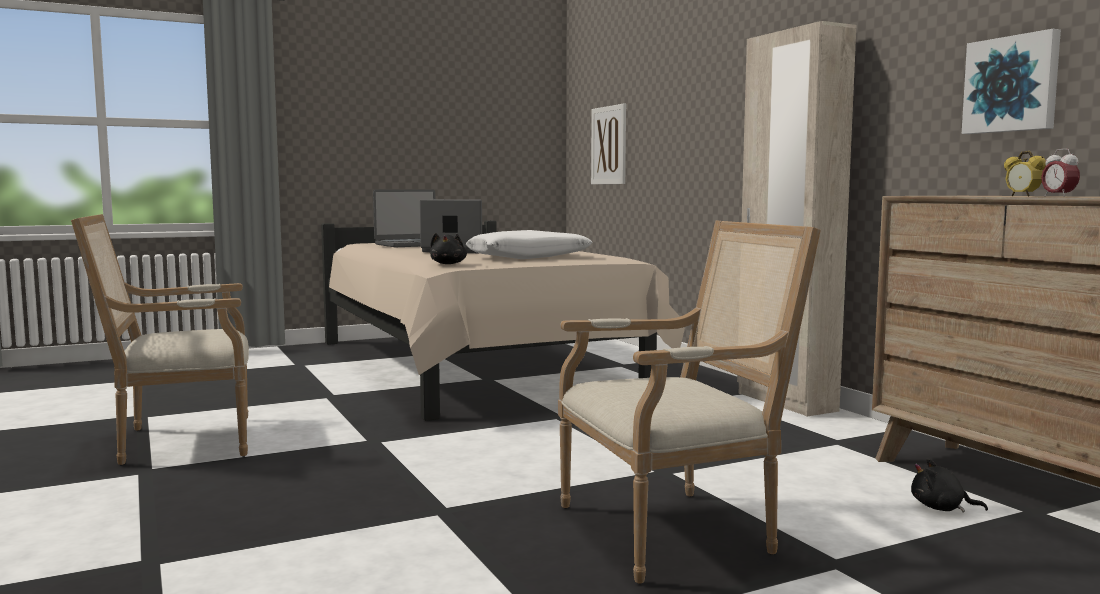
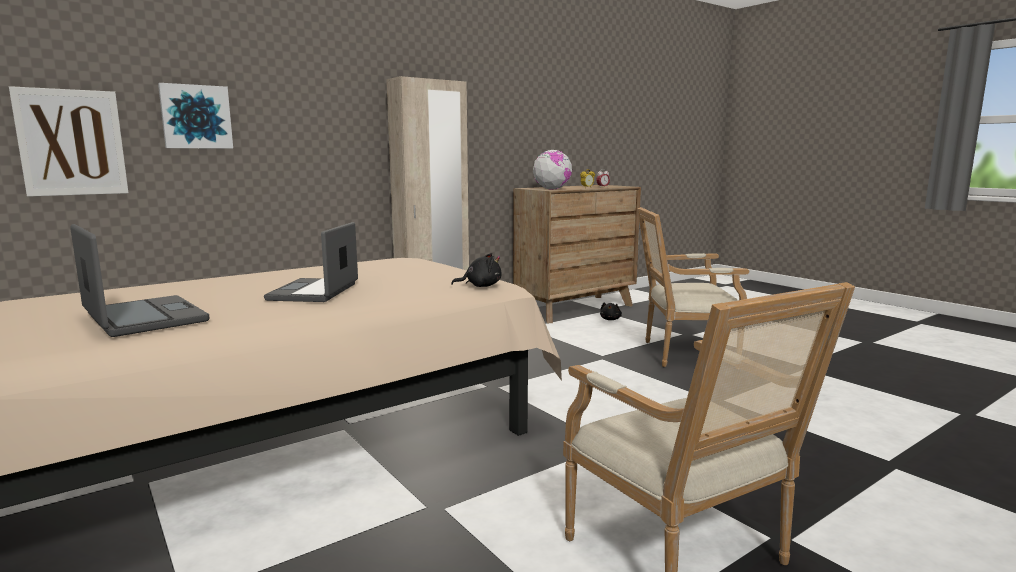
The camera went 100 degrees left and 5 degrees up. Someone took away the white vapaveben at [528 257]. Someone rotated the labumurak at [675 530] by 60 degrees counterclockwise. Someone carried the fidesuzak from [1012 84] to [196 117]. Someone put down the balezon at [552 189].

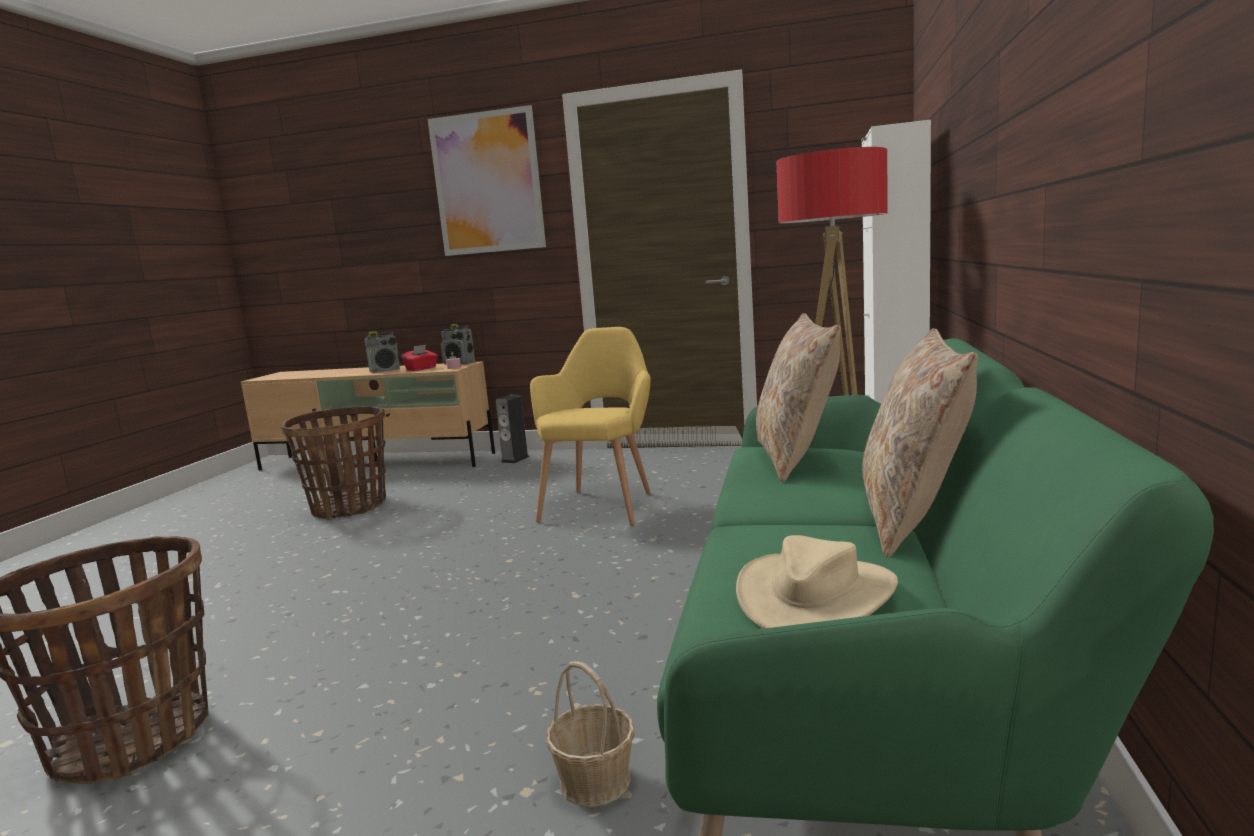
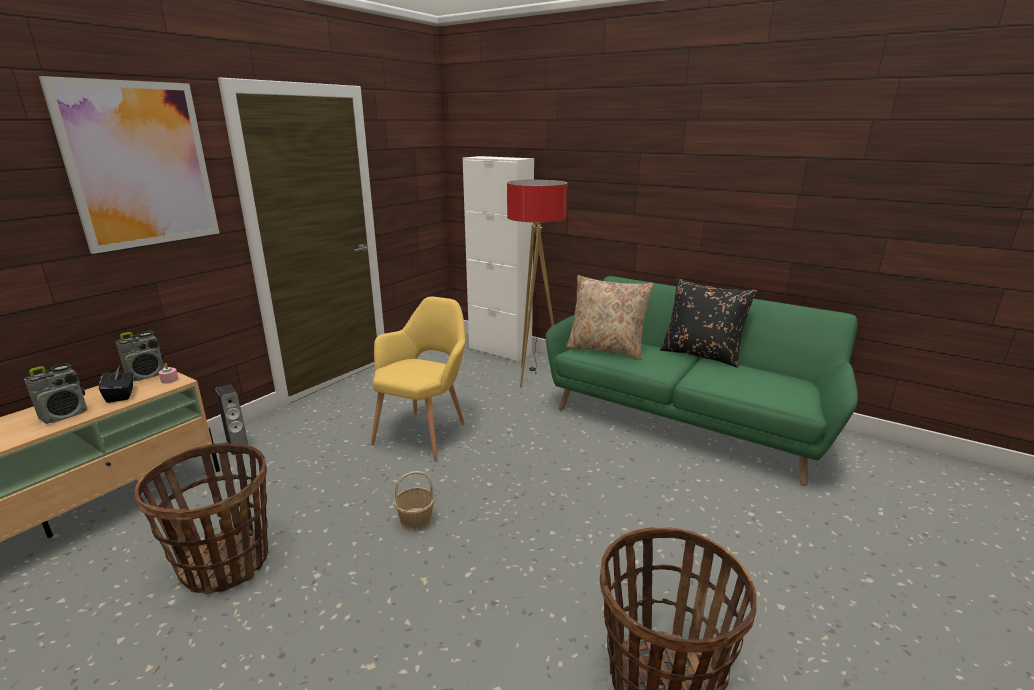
The camera went 70 degrees left and 10 degrees up. Someone rotated the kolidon at [385 371] by 45 degrees clockwise. Someone repainted the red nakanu at [421 369], which became the black nakanu at [121 395]. Someone rotated the yellow labumurak at [603 505] by 75 degrees clockwise. Someone carried the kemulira from [595 780] to [415 520]. Someone took away the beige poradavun at [815 595]. Someone repainted the beige vapaveben at [912 520], which became the black vapaveben at [701 354].

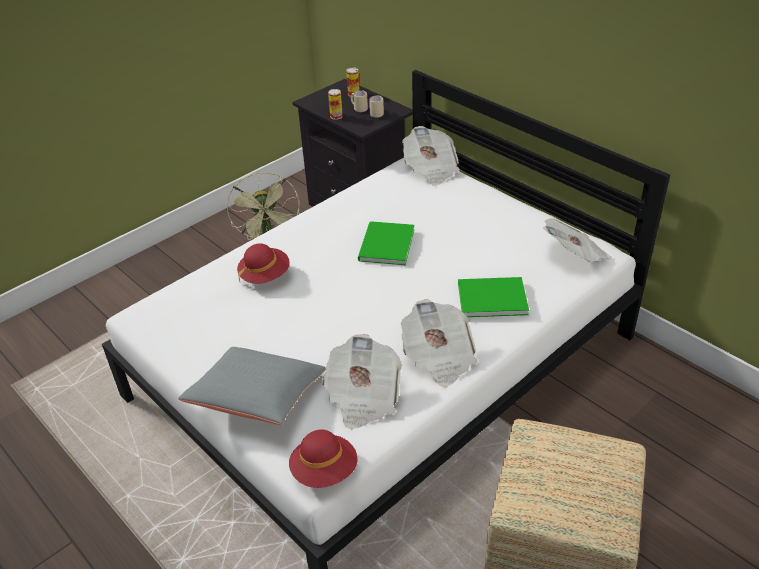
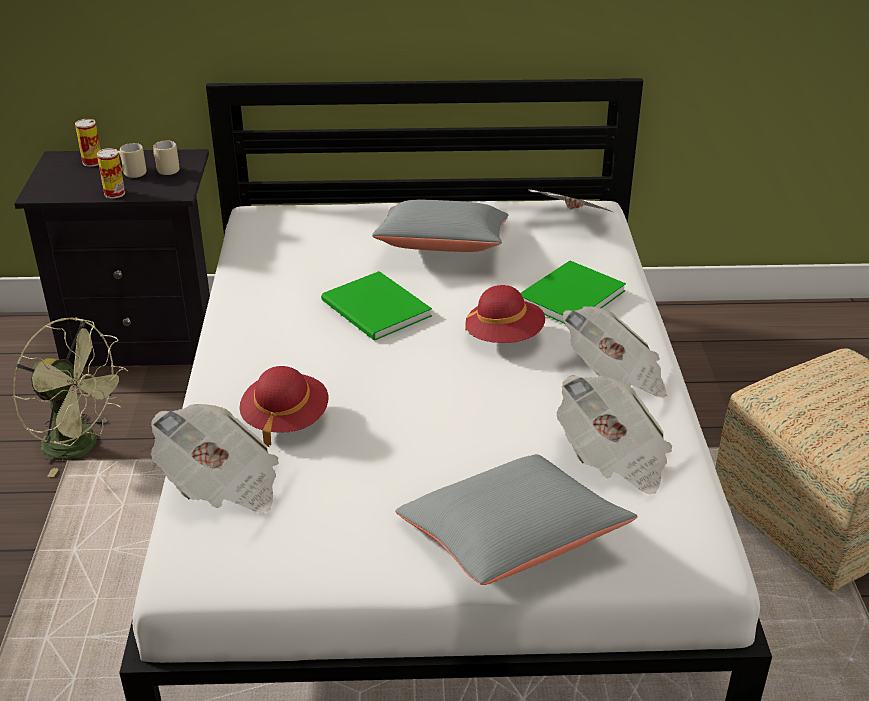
The camera went 50 degrees left and 5 degrees down. Someone carried the red poradavun from [324 471] to [504 337]. Someone carried the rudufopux from [430 169] to [221 485]. Someone put down the grey vapaveben at [443 247].

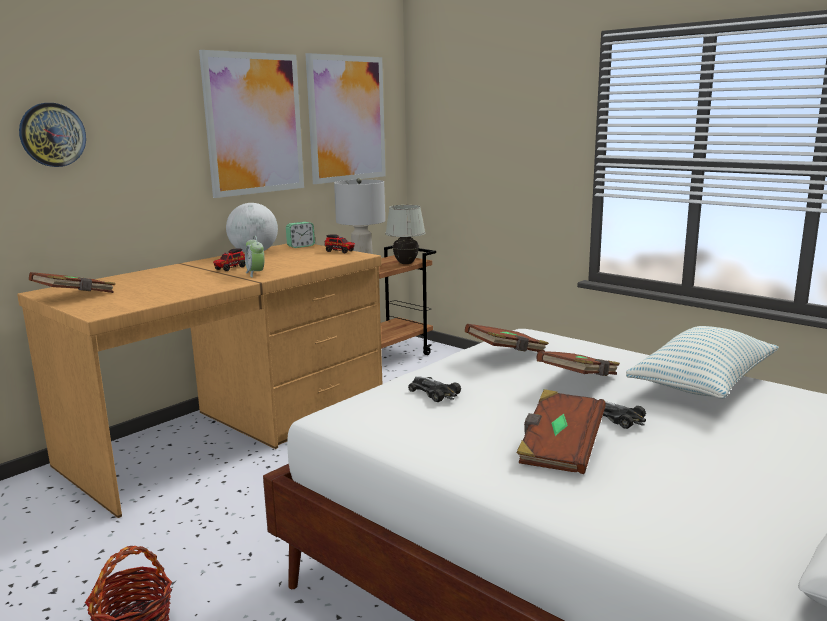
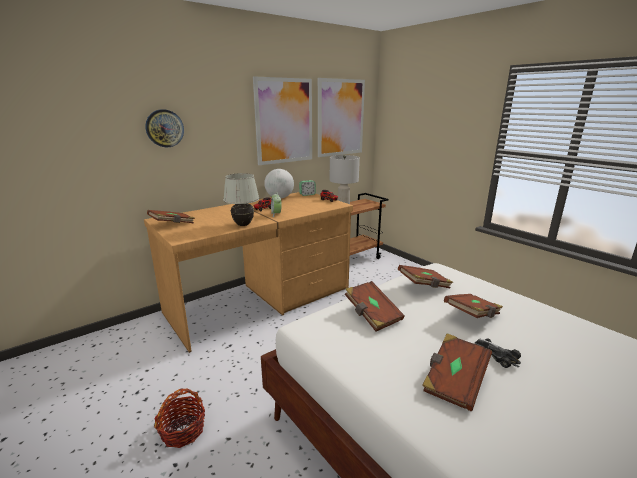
The camera went 10 degrees right and 5 degrees up. Someone carried the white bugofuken from [406 263] to [243 225]. Someone swapped the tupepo at [434 393] for the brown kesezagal at [372 315]. Someone took away the vapaveben at [702 384].

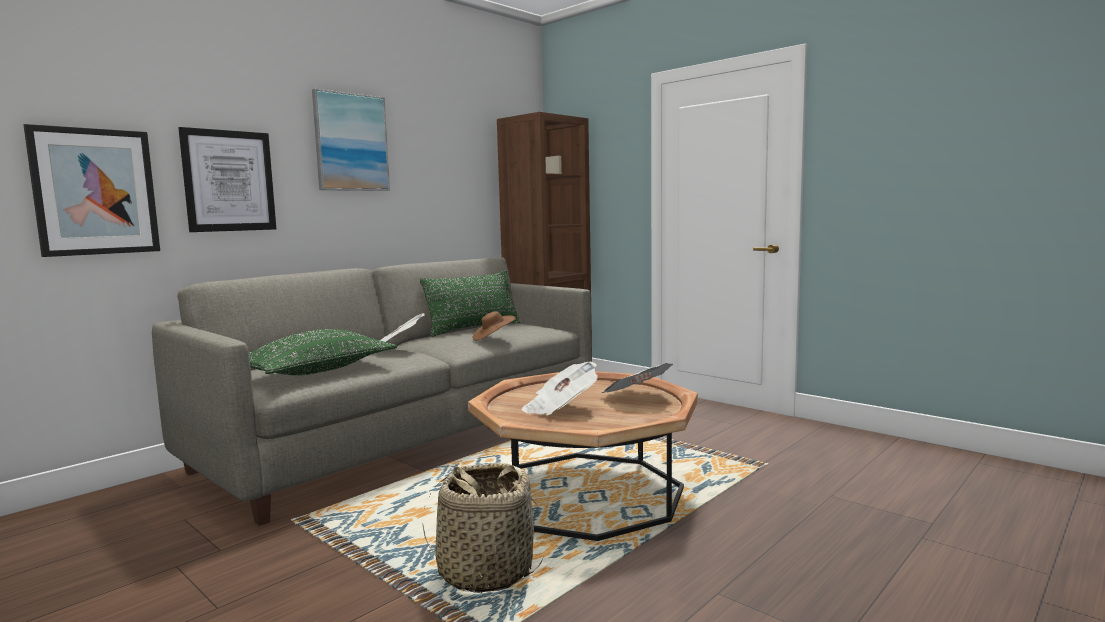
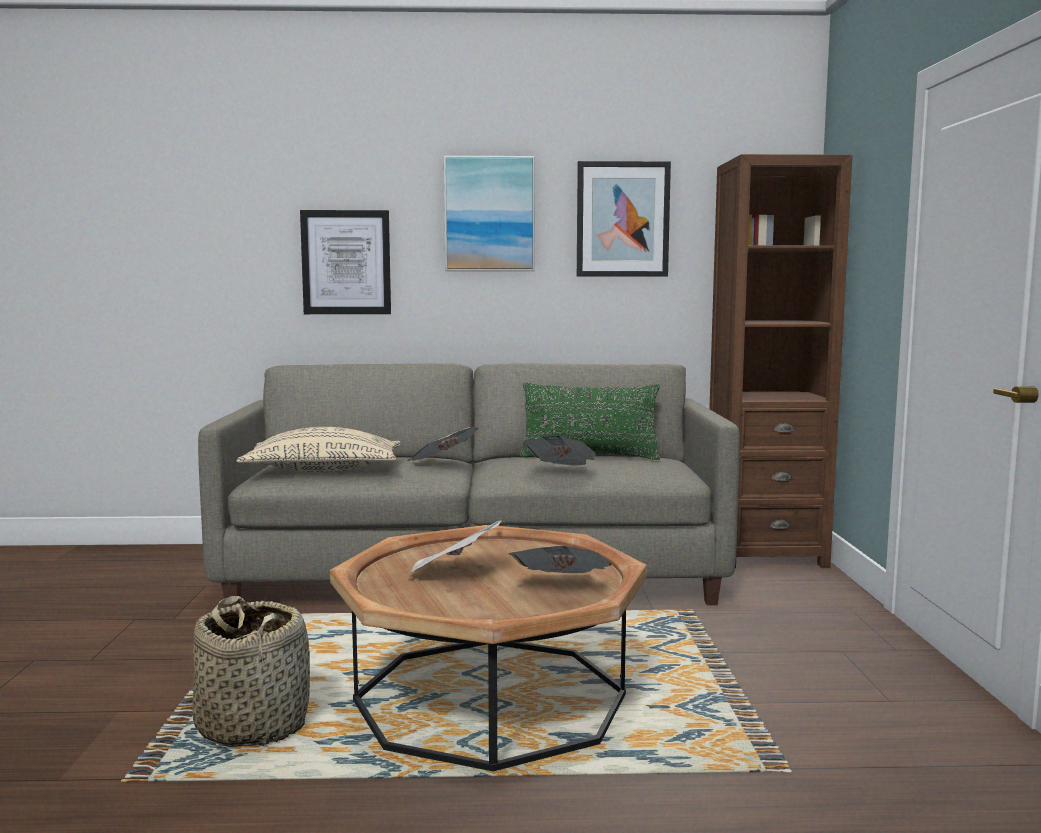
The camera went 45 degrees right and 0 degrees up. Someone carried the fidesuzak from [95 192] to [622 219]. Someone repainted the green vapaveben at [318 371], which became the beige vapaveben at [324 471]. Someone swapped the brown poradavun at [493 338] for the rudufopux at [561 472].

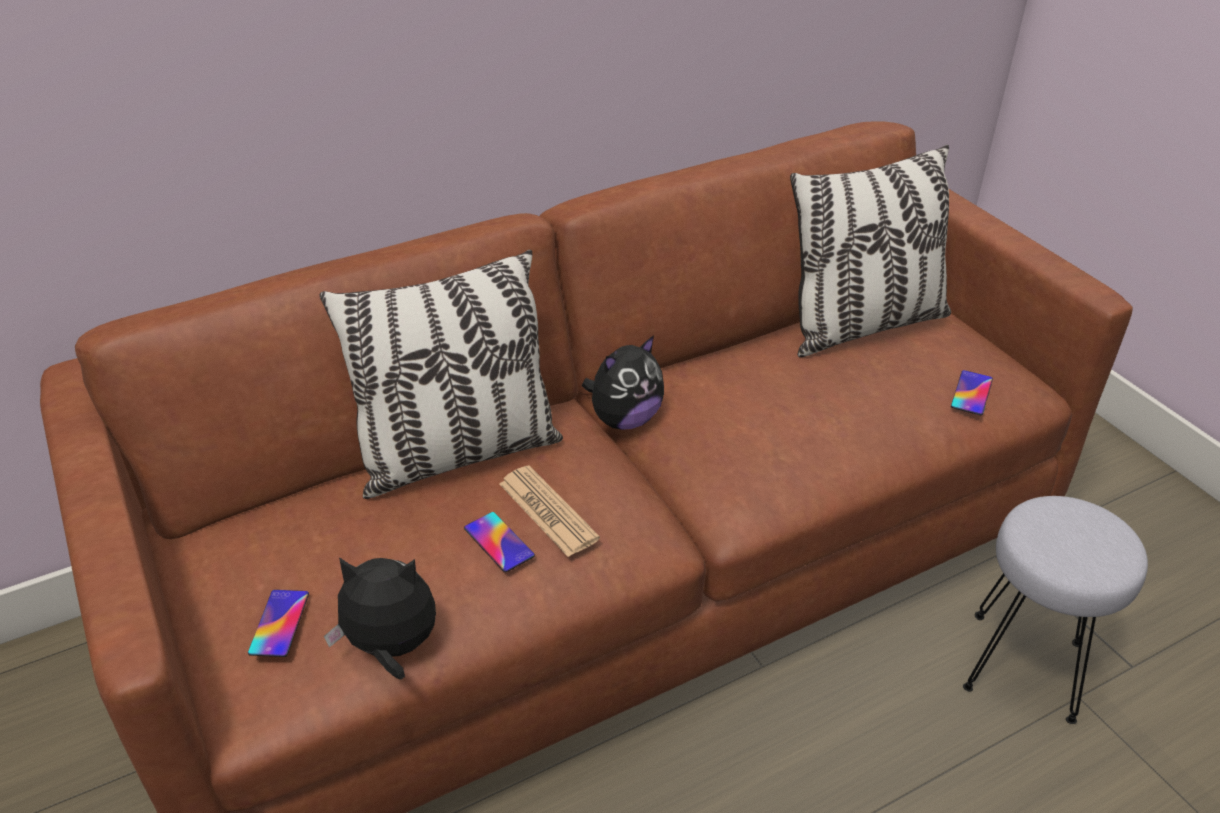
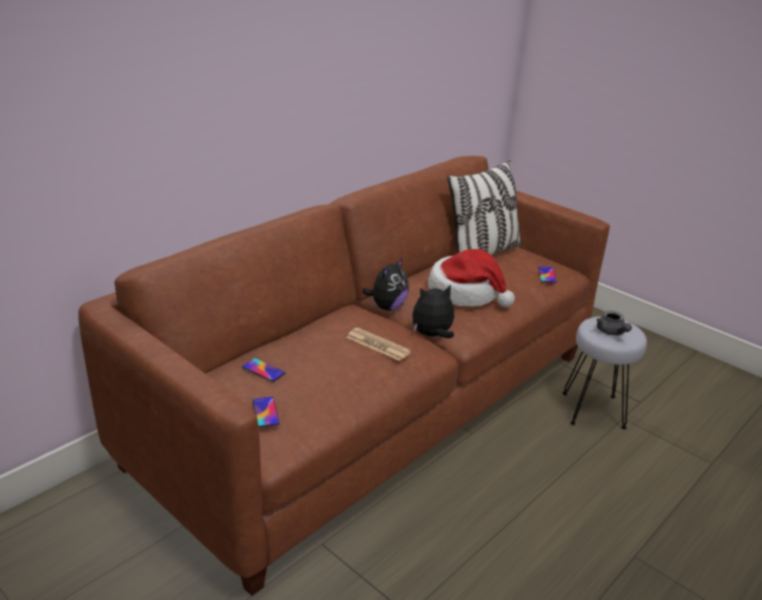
The camera went 20 degrees left and 10 degrees down. Someone took away the vapaveben at [458 454]. Someone carried the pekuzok from [391 648] to [432 335]. Someone carried the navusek from [499 542] to [263 370]. Someone put down the poradavun at [466 293]. Someone put down the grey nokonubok at [611 332].

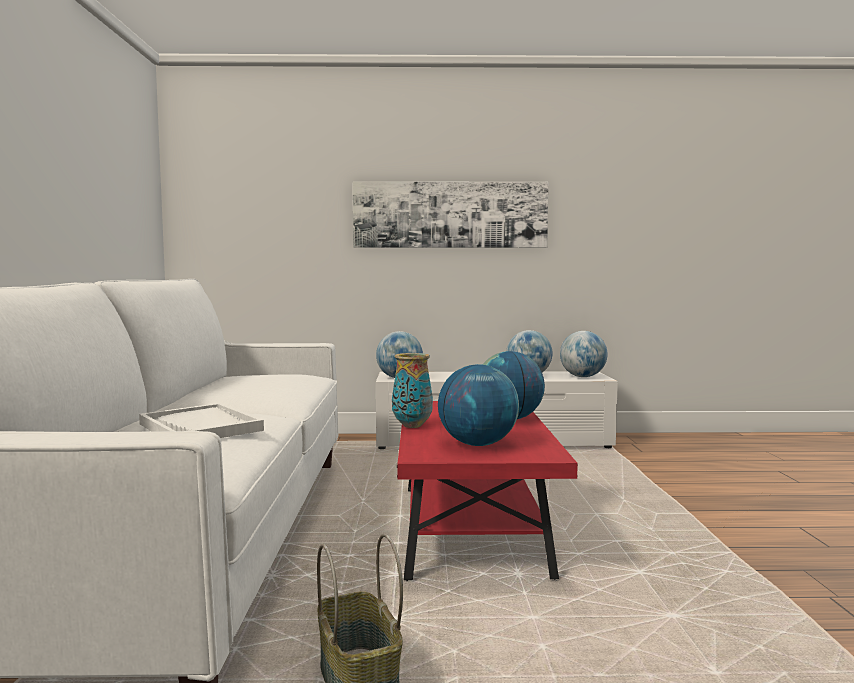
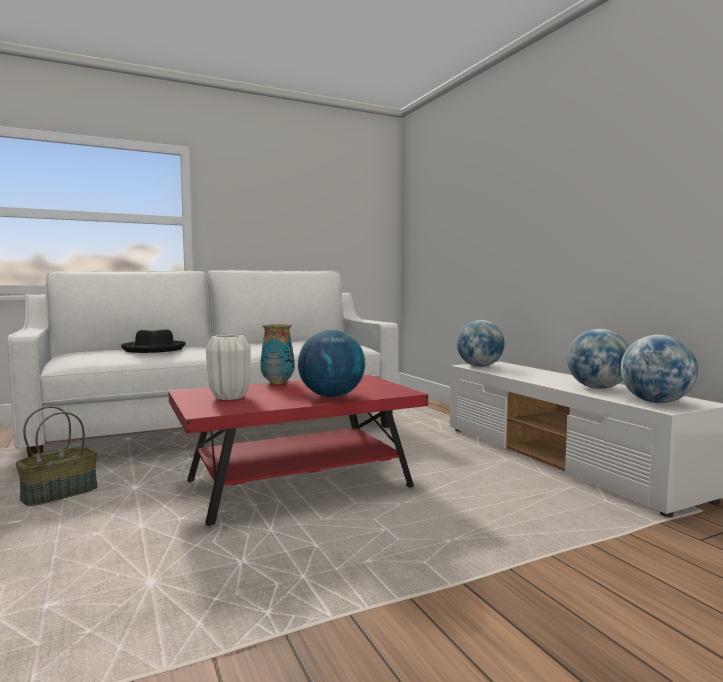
The camera went 65 degrees right and 0 degrees up. Someone swapped the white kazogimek at [200 427] for the black poradavun at [153 349]. Someone took away the fidesuzak at [450 215]. Someone swapped the balezon at [477 444] for the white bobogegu at [229 397].

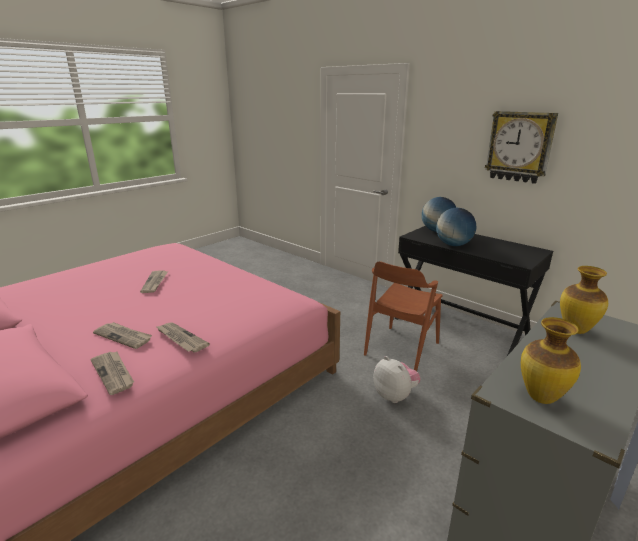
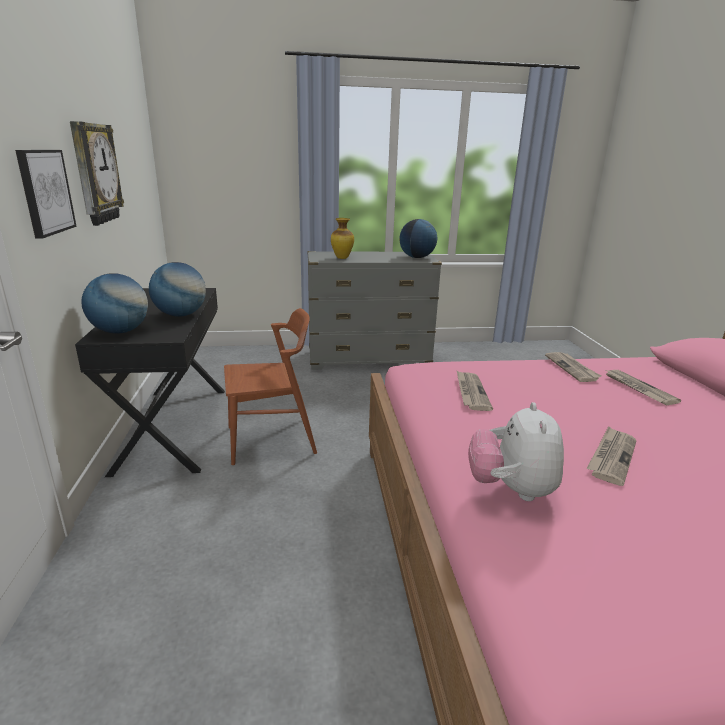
The camera went 140 degrees left and 0 degrees up. Someone carried the rudufopux from [113 373] to [471 392]. Someone carried the pekuzok from [395 395] to [511 489]. Someone swapped the bobogegu at [540 397] for the balezon at [417 257]. Someone put up the fidesuzak at [45 192].

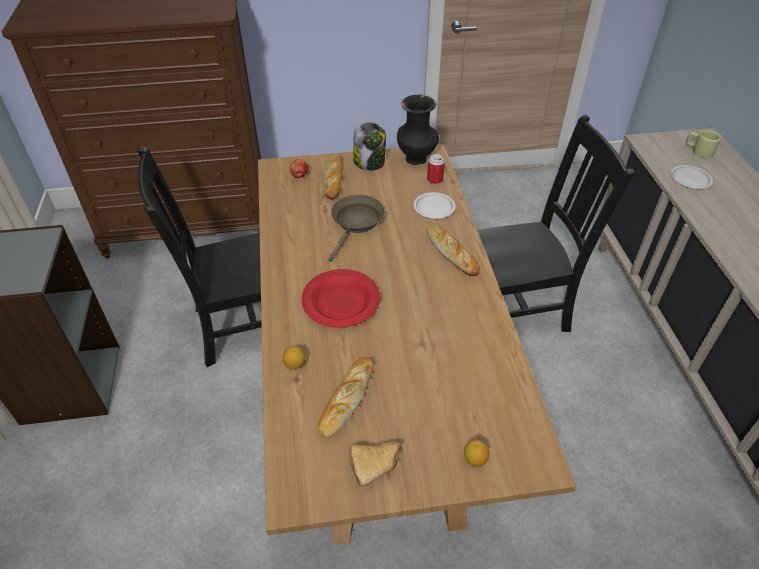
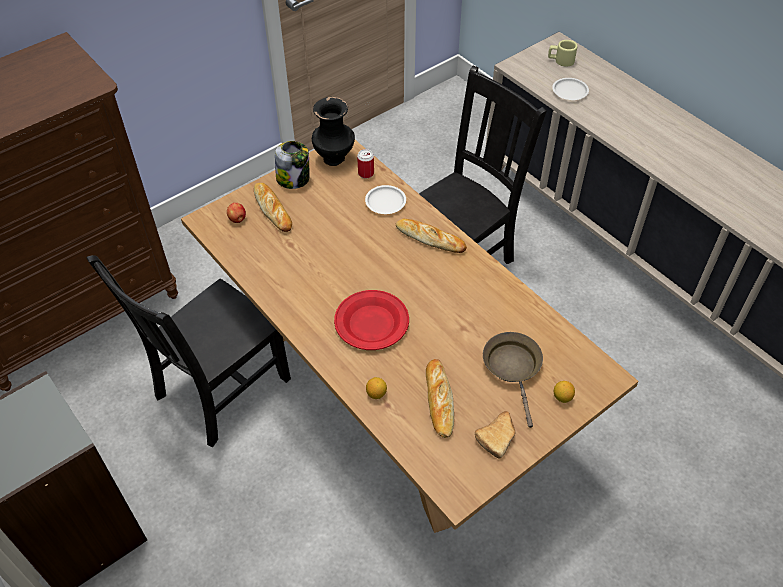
The camera went 30 degrees left and 5 degrees up. Someone carried the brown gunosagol from [356 223] to [513 368].

